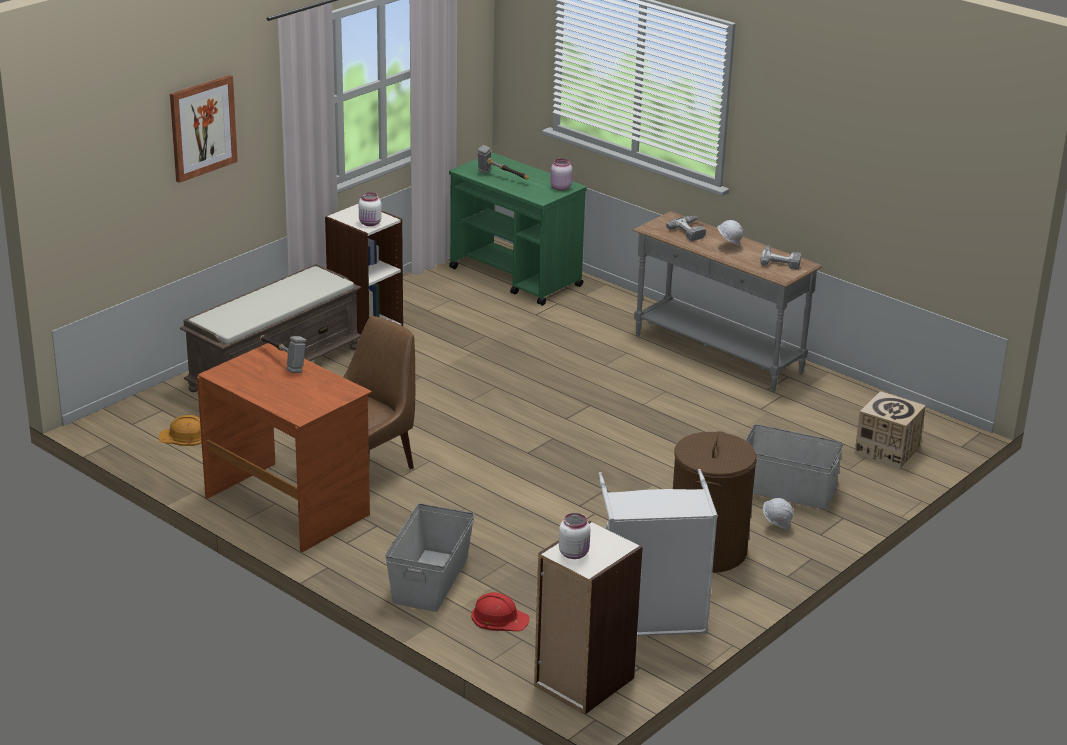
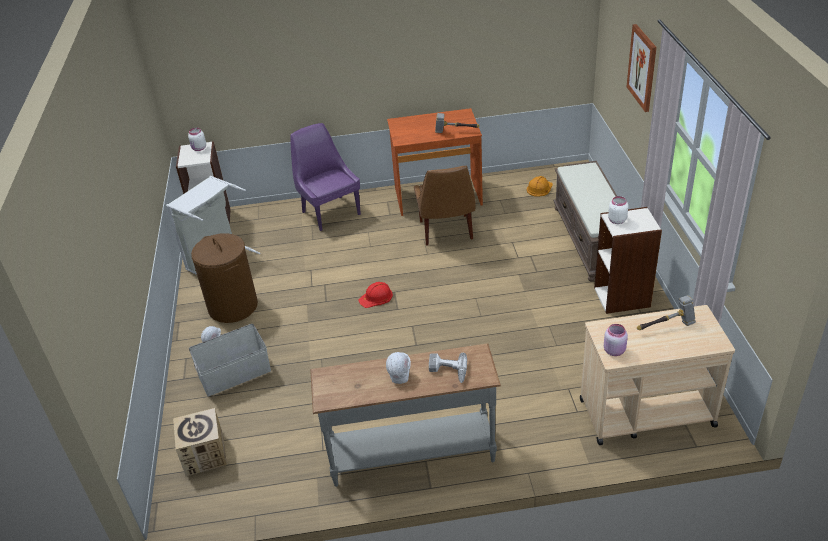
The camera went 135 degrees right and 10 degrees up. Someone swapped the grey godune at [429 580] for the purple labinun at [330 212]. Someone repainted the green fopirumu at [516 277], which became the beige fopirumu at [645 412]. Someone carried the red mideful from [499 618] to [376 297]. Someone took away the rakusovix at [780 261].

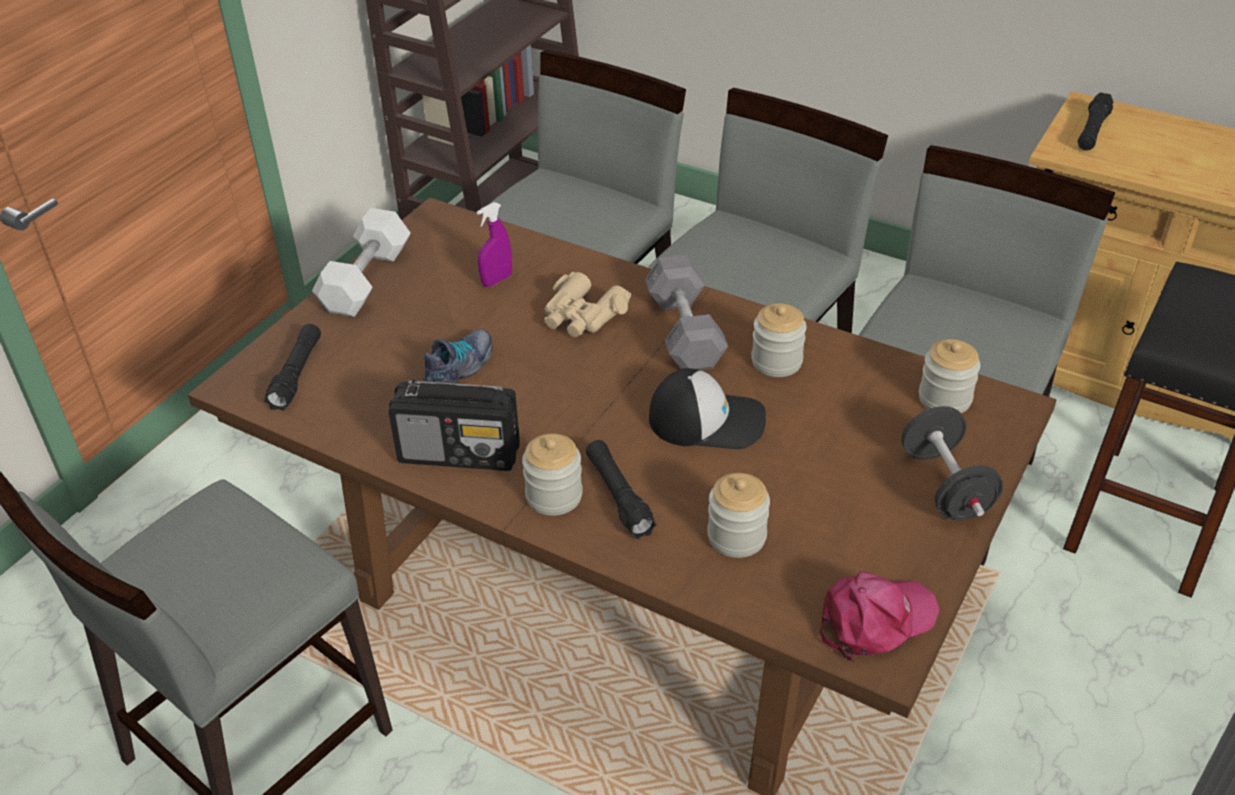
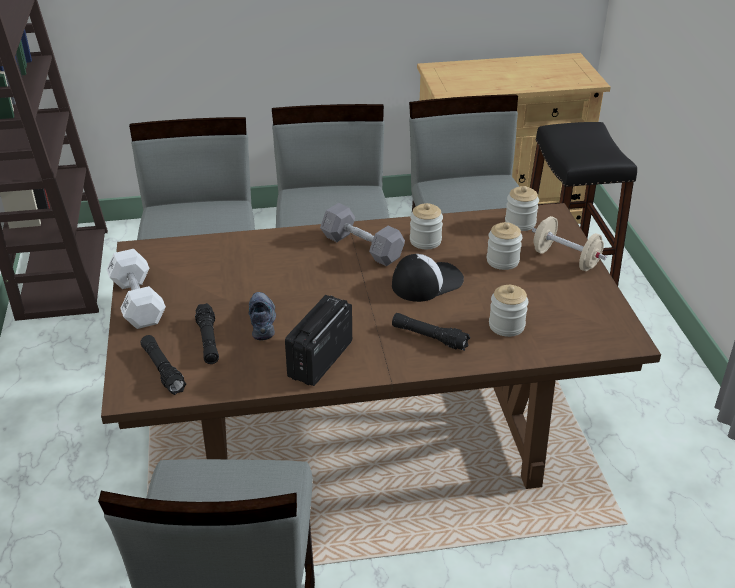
The camera went 40 degrees left and 5 degrees down. Someone rotated the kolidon at [460 453] by 150 degrees clockwise. Someone took away the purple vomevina at [496 280]. Someone carried the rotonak from [554 496] to [502 261]. Someone took away the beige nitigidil at [582 316]. Someone took away the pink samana at [875 620]. Someone repainted the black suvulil at [945 486], which became the beige suvulil at [565 259]. Someone carried the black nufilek from [1092 131] to [208 340].

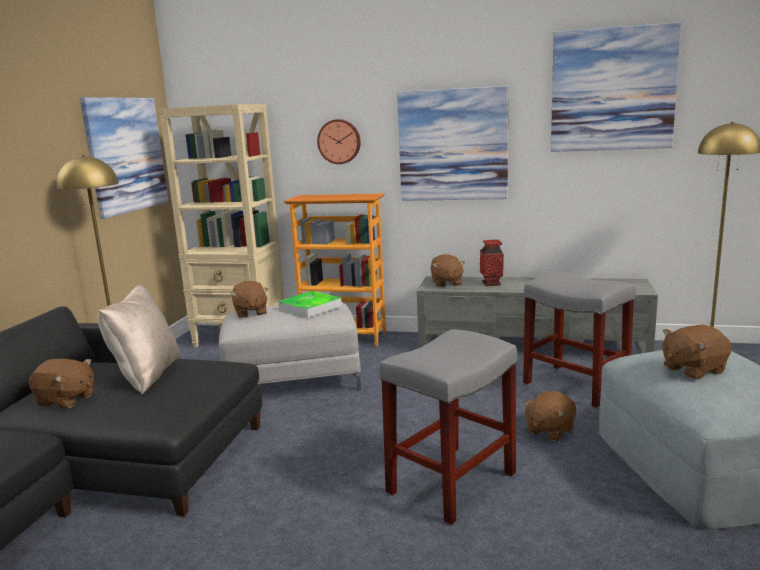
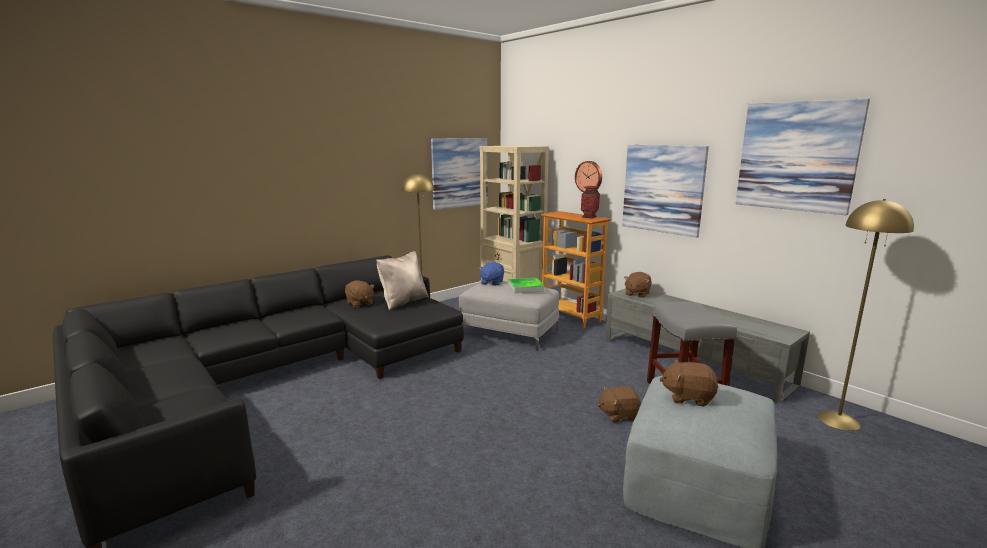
The camera went 35 degrees right and 0 degrees up. Someone repainted the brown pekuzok at [250 313], which became the blue pekuzok at [491 282]. Someone took away the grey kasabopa at [451 484]. Someone carried the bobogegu from [491 284] to [589 217].

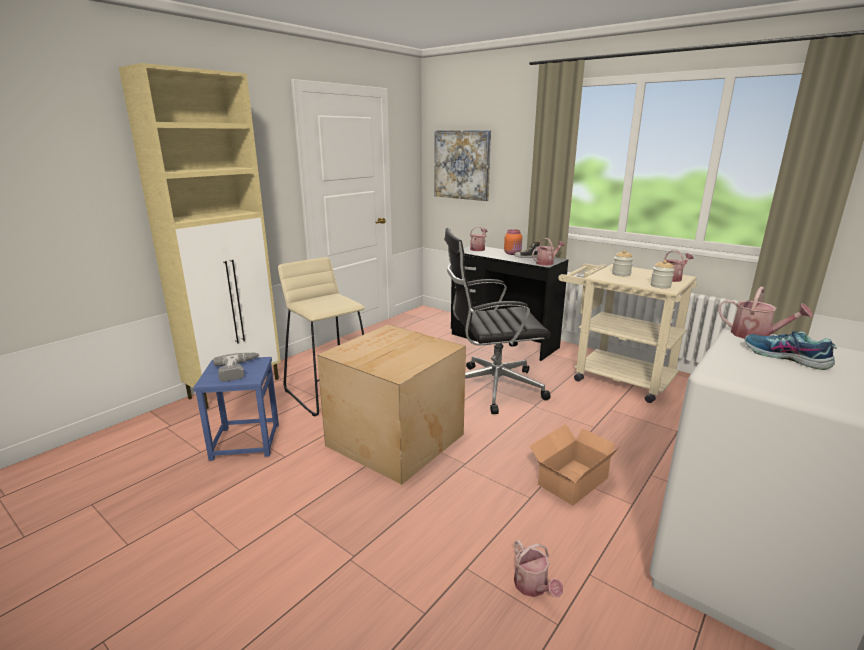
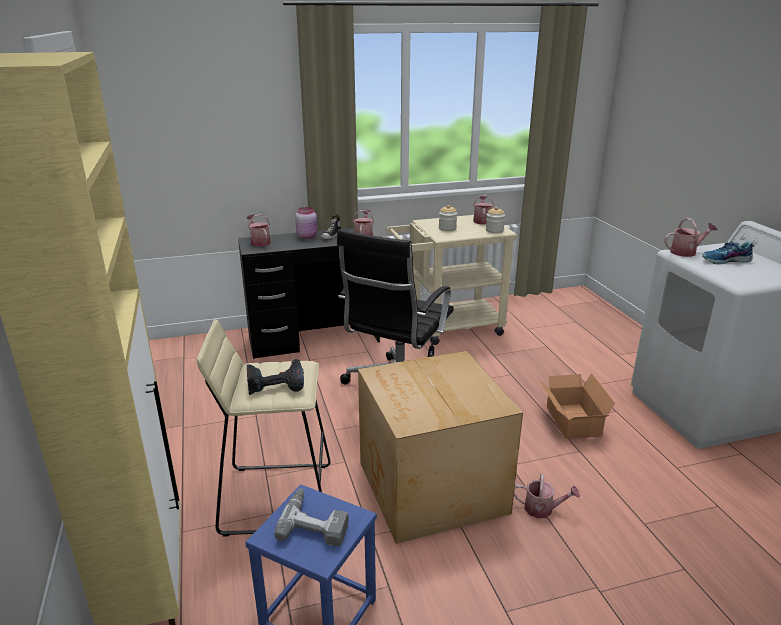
The camera went 55 degrees left and 5 degrees up. Someone took away the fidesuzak at [462 165]. Someone repainted the orange rotonak at [513 253], which became the pink rotonak at [307 236]. Someone carried the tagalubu from [533 587] to [543 509]. Someone put down the rakusovix at [276 383].

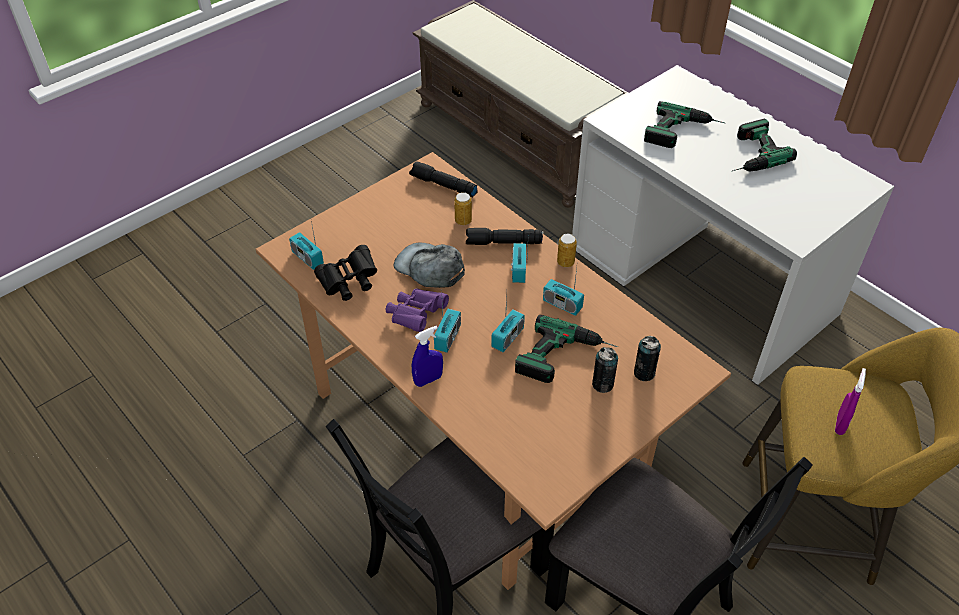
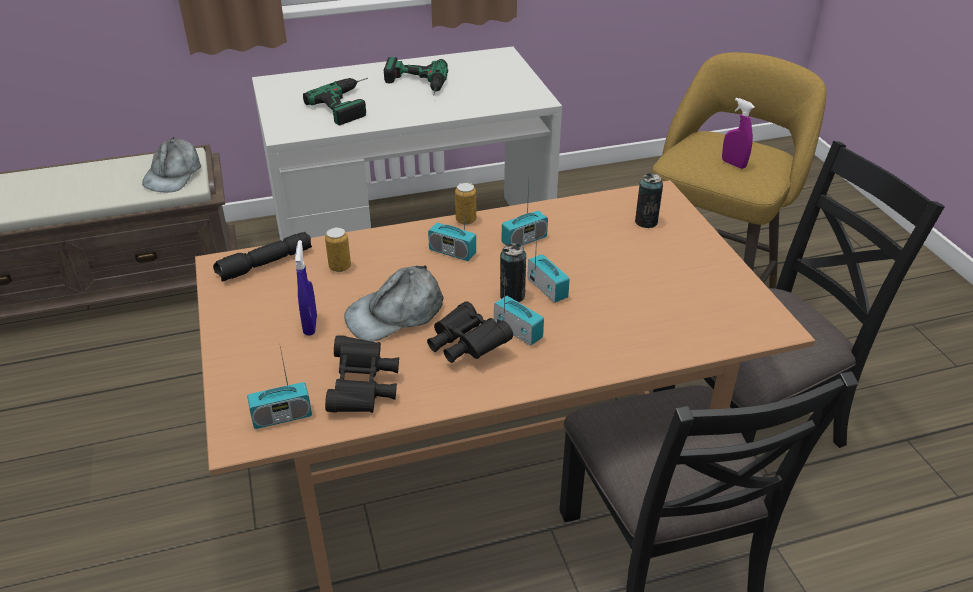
The camera went 65 degrees left and 10 degrees down. Someone repainted the purple nitigidil at [416 316], which became the black nitigidil at [466 346]. Someone carried the blue vomevina from [428 380] to [310 325]. Someone took away the black nufilek at [503 243]. Someone took away the rakusovix at [567 358]. Someone carried the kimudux from [602 384] to [512 296]. Someone put down the grey samana at [173 174].

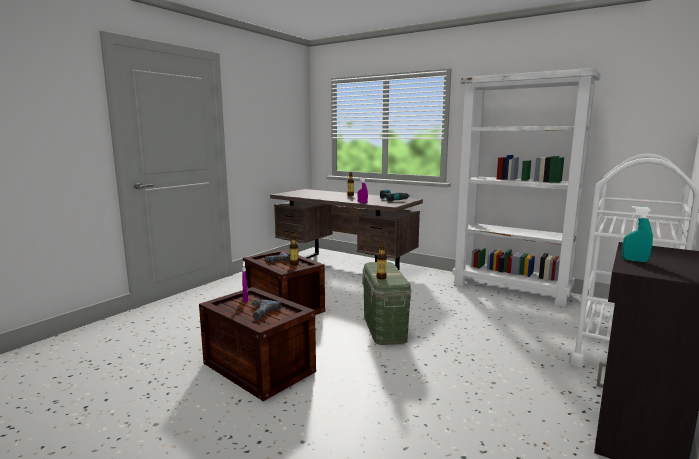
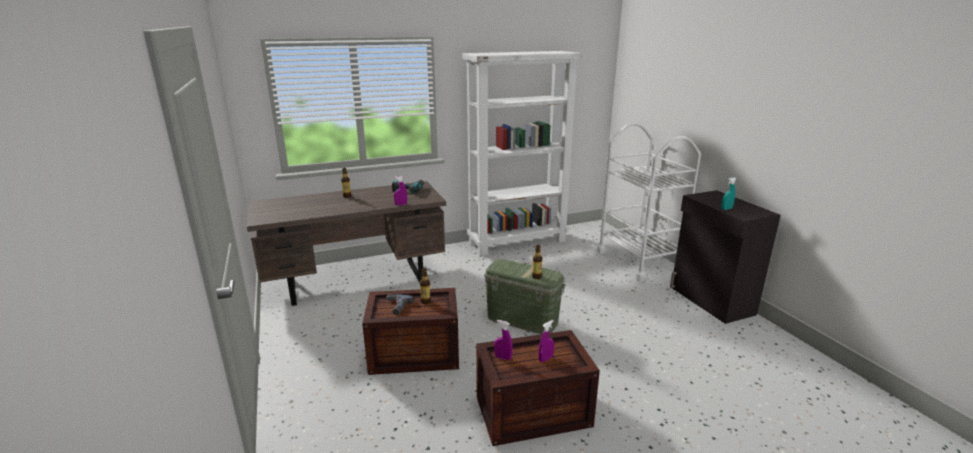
The camera went 55 degrees left and 10 degrees up. Someone swapped the rakusovix at [259 312] for the purple vomevina at [545 359].

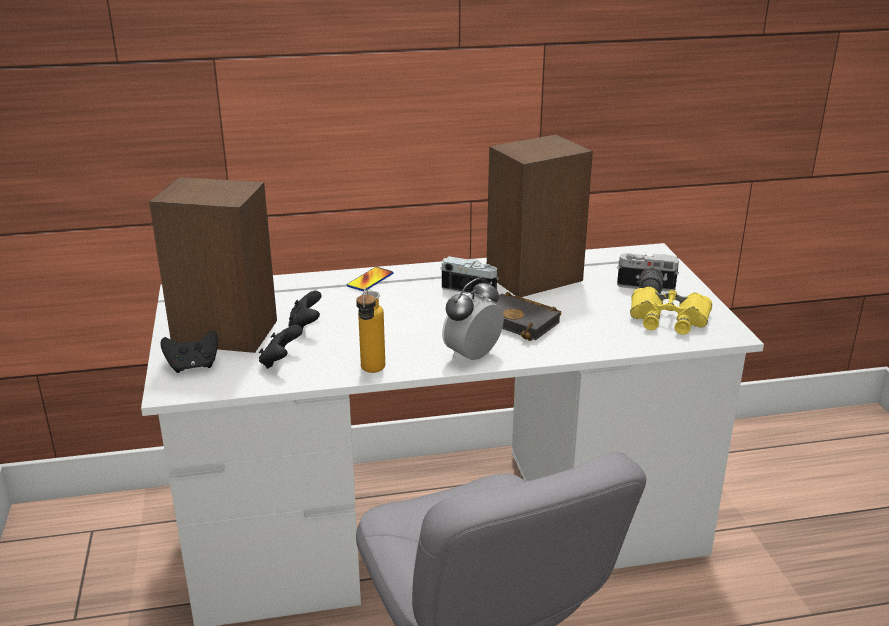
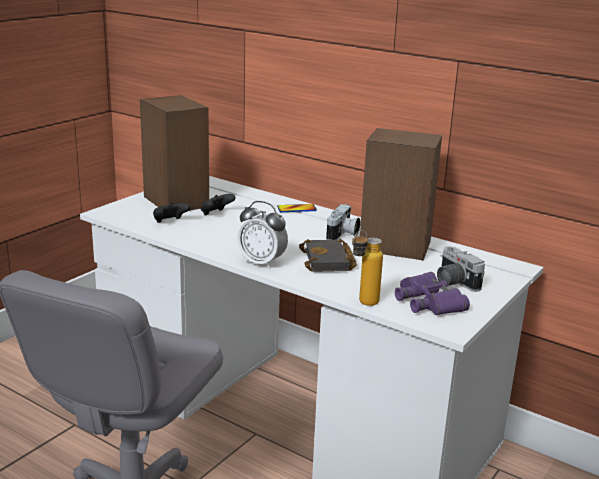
The camera went 45 degrees right and 5 degrees down. Someone took away the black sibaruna at [193 366]. Someone carried the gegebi from [371 372] to [362 304]. Someone rotated the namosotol at [471 288] by 45 degrees clockwise. Someone rotated the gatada at [472 356] by 150 degrees counterclockwise. Someone repainted the yellow nitigidil at [668 318], which became the purple nitigidil at [428 302].

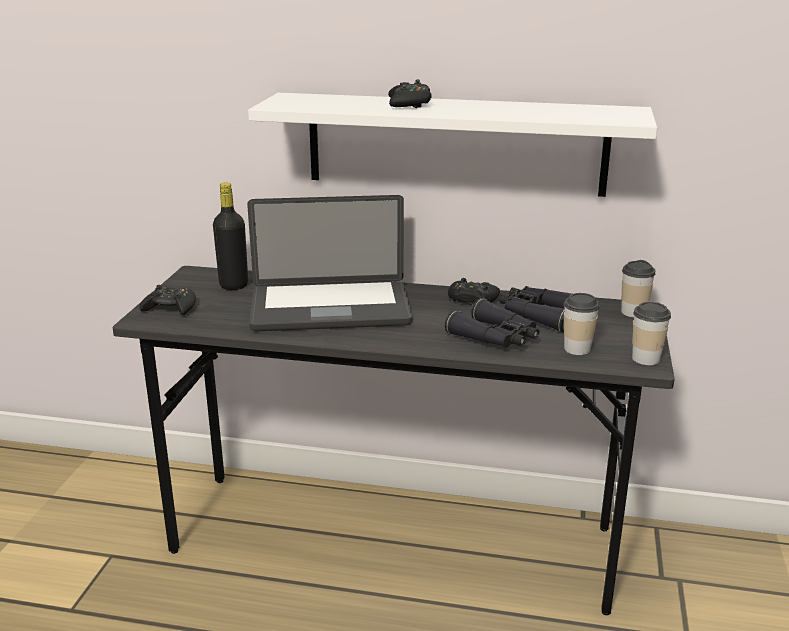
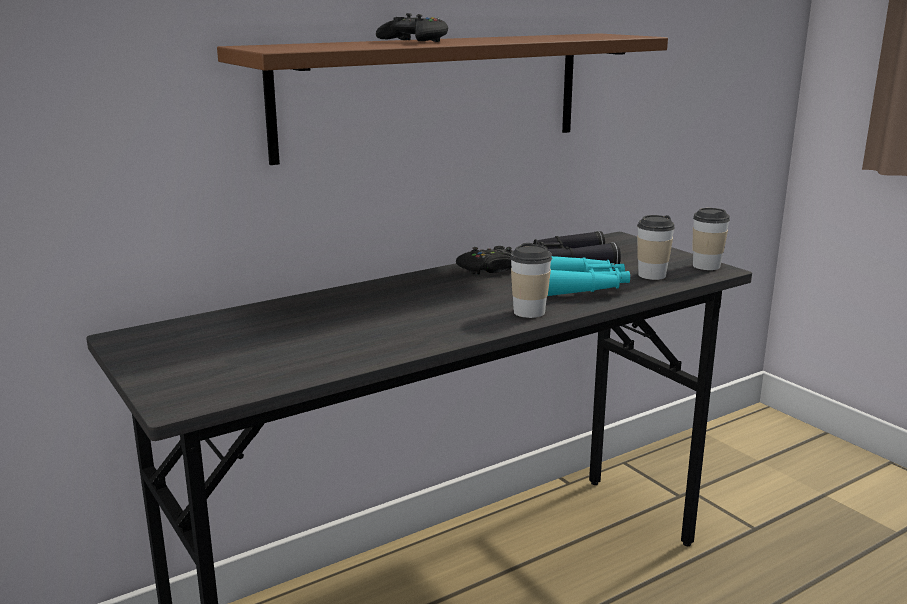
The camera went 45 degrees left and 5 degrees down. Someone took away the black sibaruna at [170 308]. Someone took away the black gegebi at [233 285]. Someone took away the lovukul at [330 309]. Someone repainted the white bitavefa at [455 144], which became the brown bitavefa at [433 93]. Someone repainted the black nitigidil at [496 338], which became the turquoise nitigidil at [580 288]. Someone carried the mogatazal from [633 312] to [529 312].

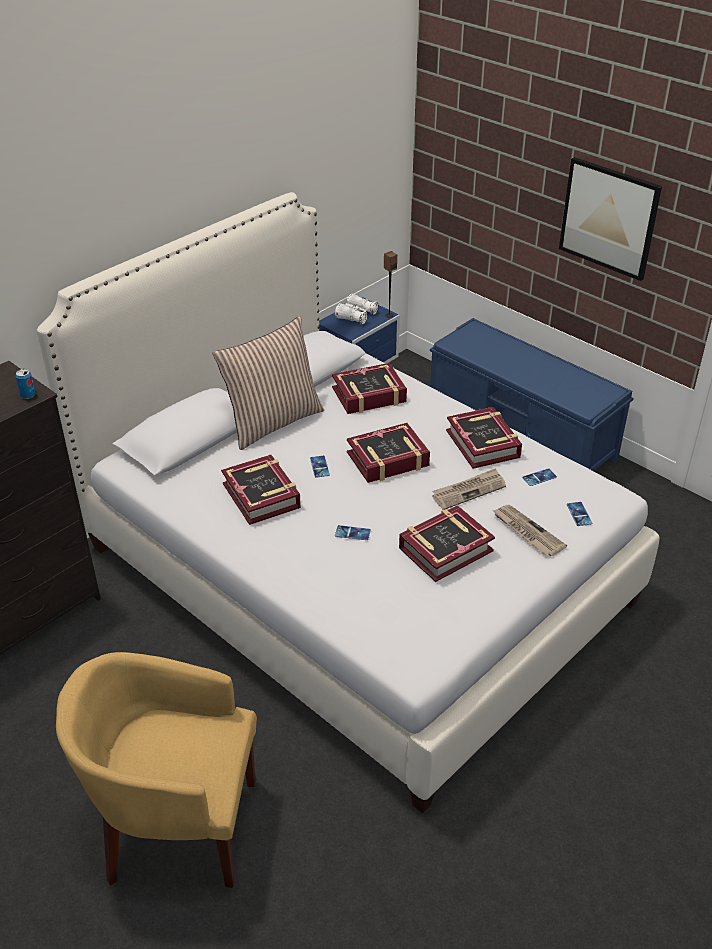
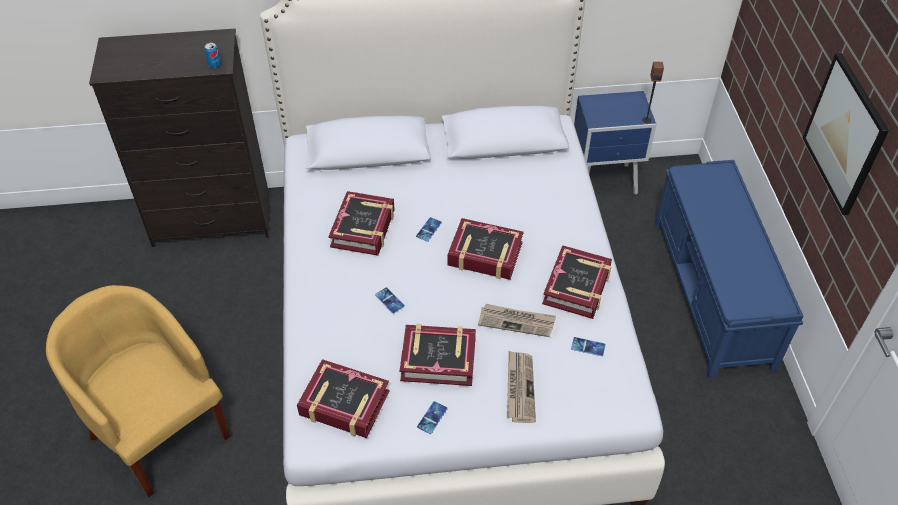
The camera went 40 degrees right and 10 degrees up. Someone took away the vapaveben at [273 421]. Someone carried the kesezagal from [369 395] to [344 404]. Someone took away the white nitigidil at [356 315]. Someone carried the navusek from [579 514] to [432 417].

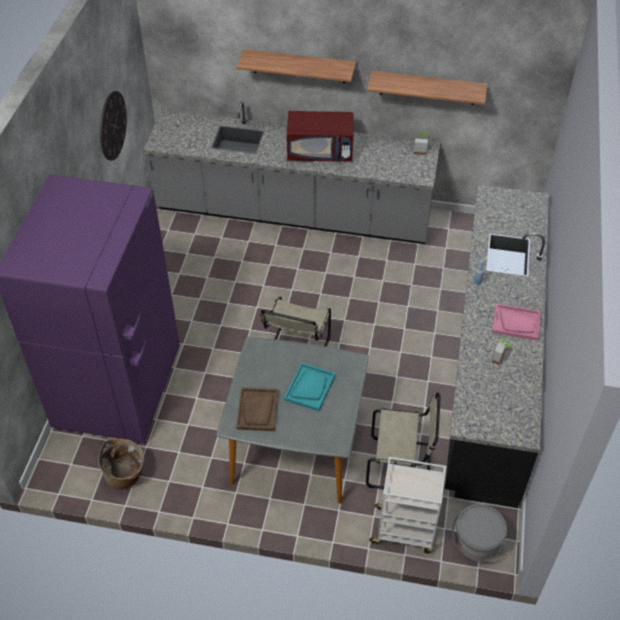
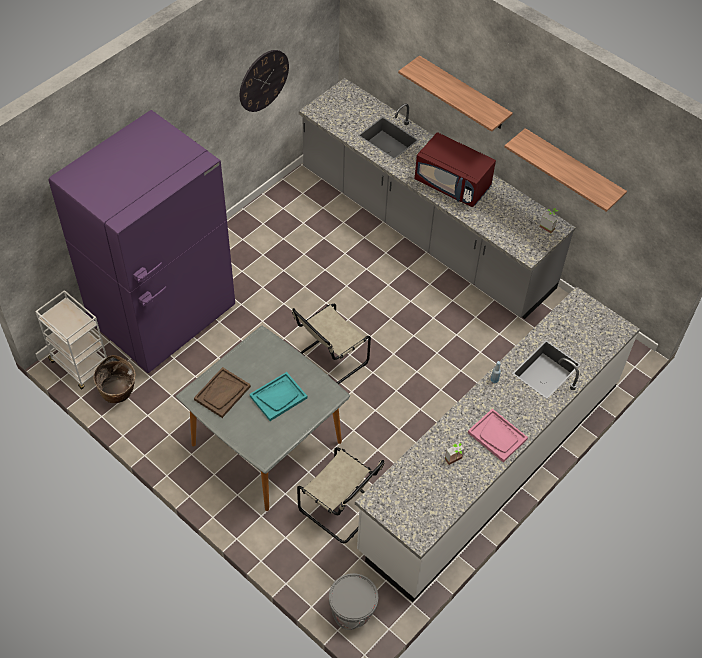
The camera went 30 degrees right and 5 degrees up. Someone carried the white fopirumu from [405 530] to [81 365]. Someone repainted the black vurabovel at [489 365], which became the white vurabovel at [491 464].

